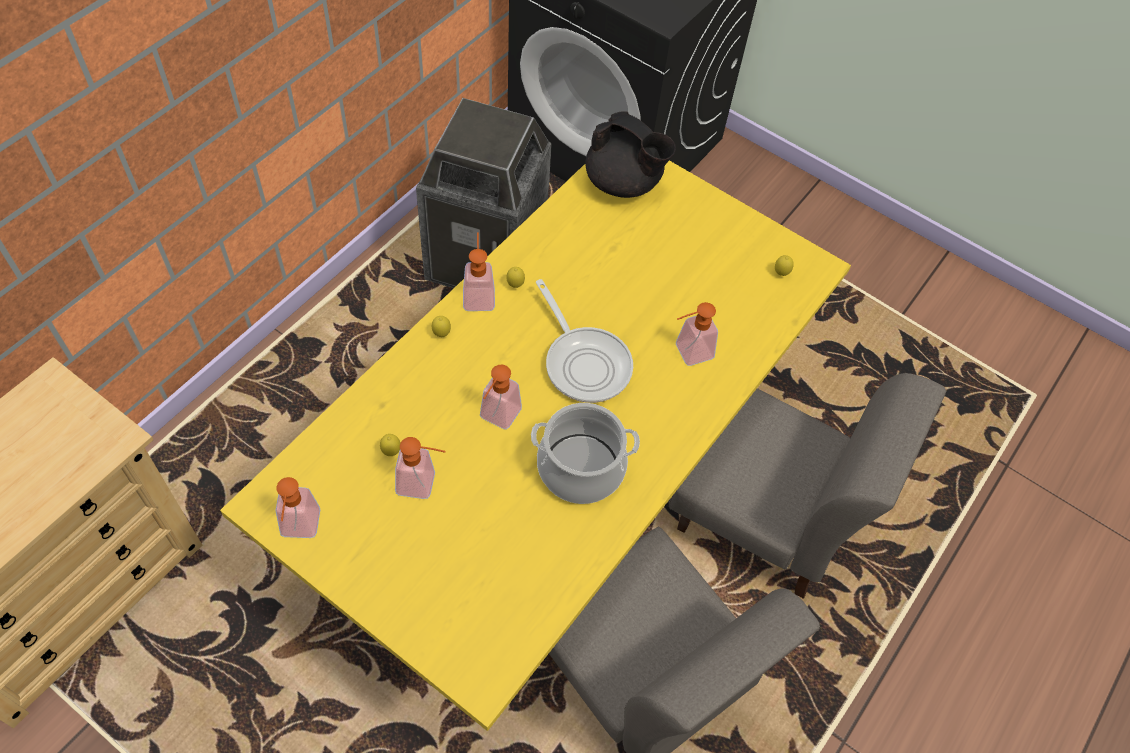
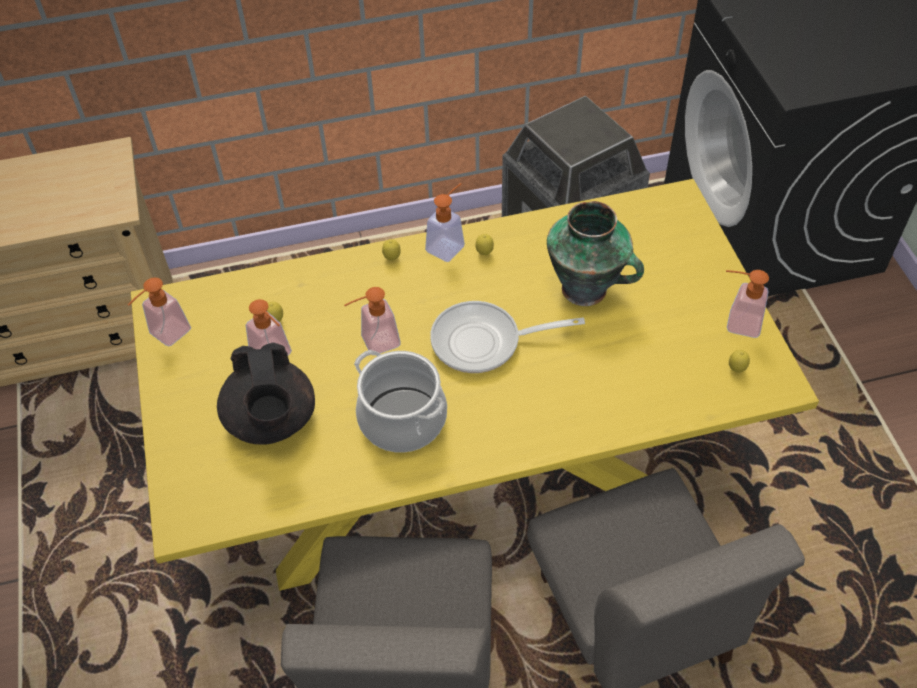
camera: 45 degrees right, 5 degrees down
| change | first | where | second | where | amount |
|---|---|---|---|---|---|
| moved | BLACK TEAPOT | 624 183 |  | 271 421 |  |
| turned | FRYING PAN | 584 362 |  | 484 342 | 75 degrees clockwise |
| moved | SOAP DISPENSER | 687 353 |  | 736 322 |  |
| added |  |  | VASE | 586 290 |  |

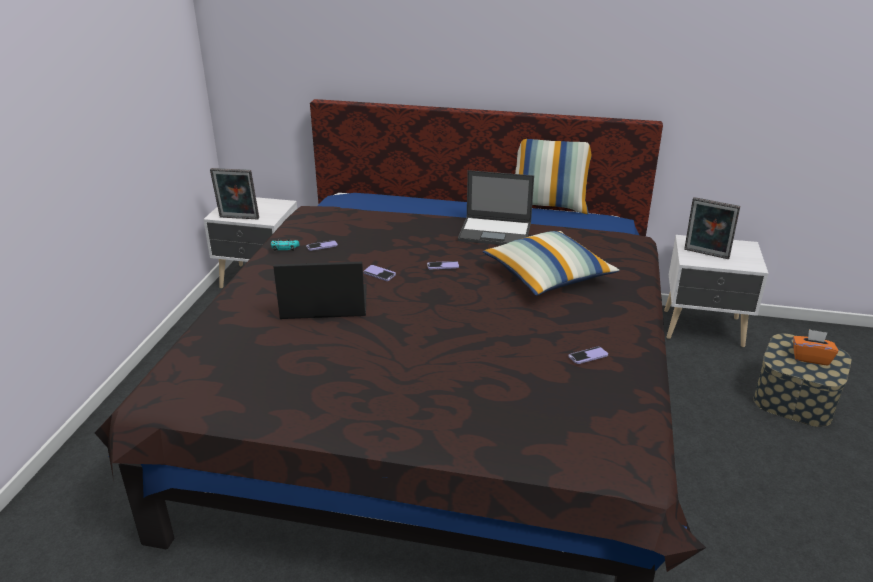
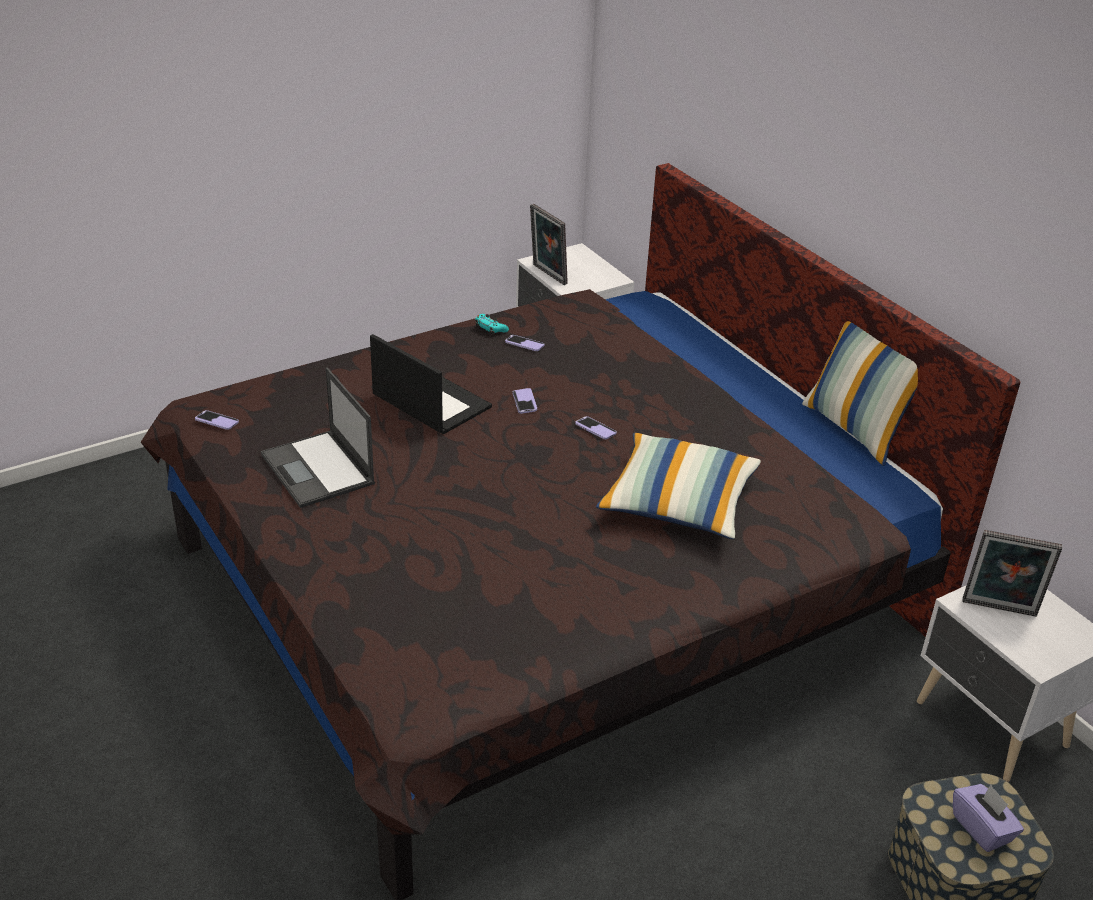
camera: 45 degrees right, 5 degrees up
| change | first | where | second | where | amount |
|---|---|---|---|---|---|
| moved | LAPTOP | 496 232 |  | 318 470 |  |
| turned | PICTURE FRAME | 706 254 |  | 999 610 | 60 degrees counterclockwise |
| recoloured | ORANGE TISSUE BOX | 810 358 | PURPLE TISSUE BOX | 982 829 |  |
| moved | PHONE | 588 356 |  | 217 421 |  |

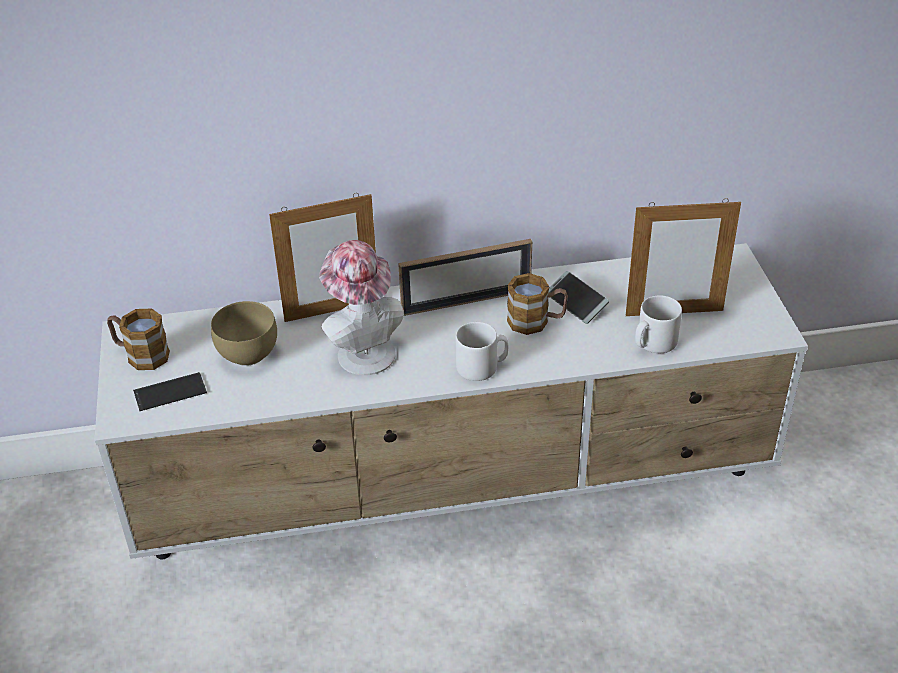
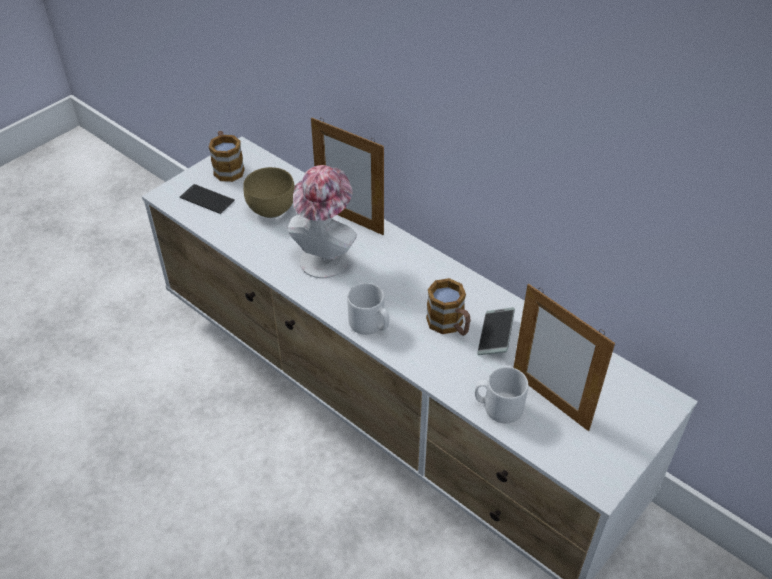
camera: 50 degrees right, 5 degrees up
| change | first | where | second | where | amount |
|---|---|---|---|---|---|
| removed | PICTURE FRAME | 466 301 |  |  |  |

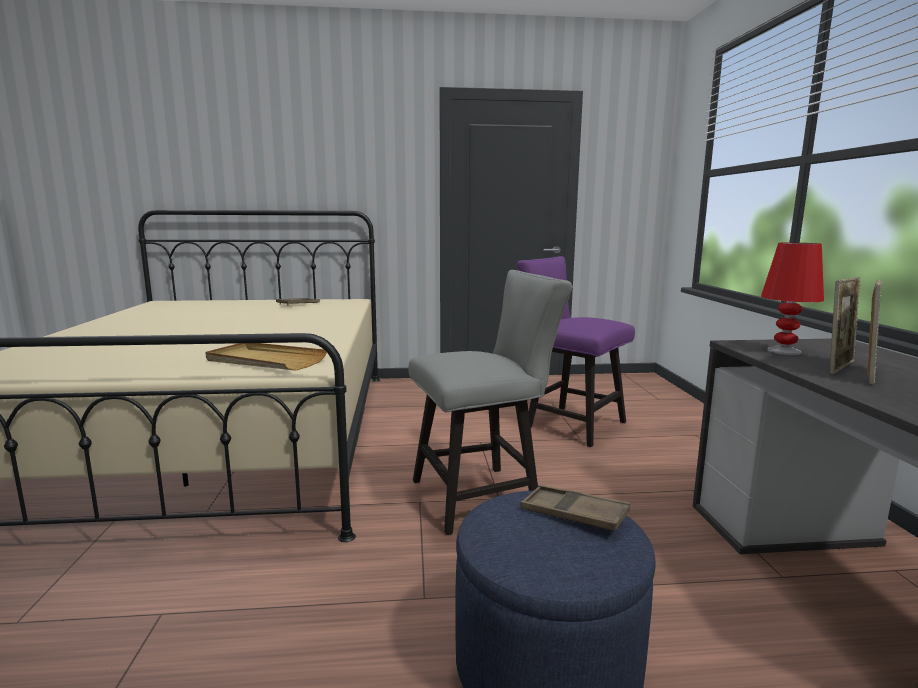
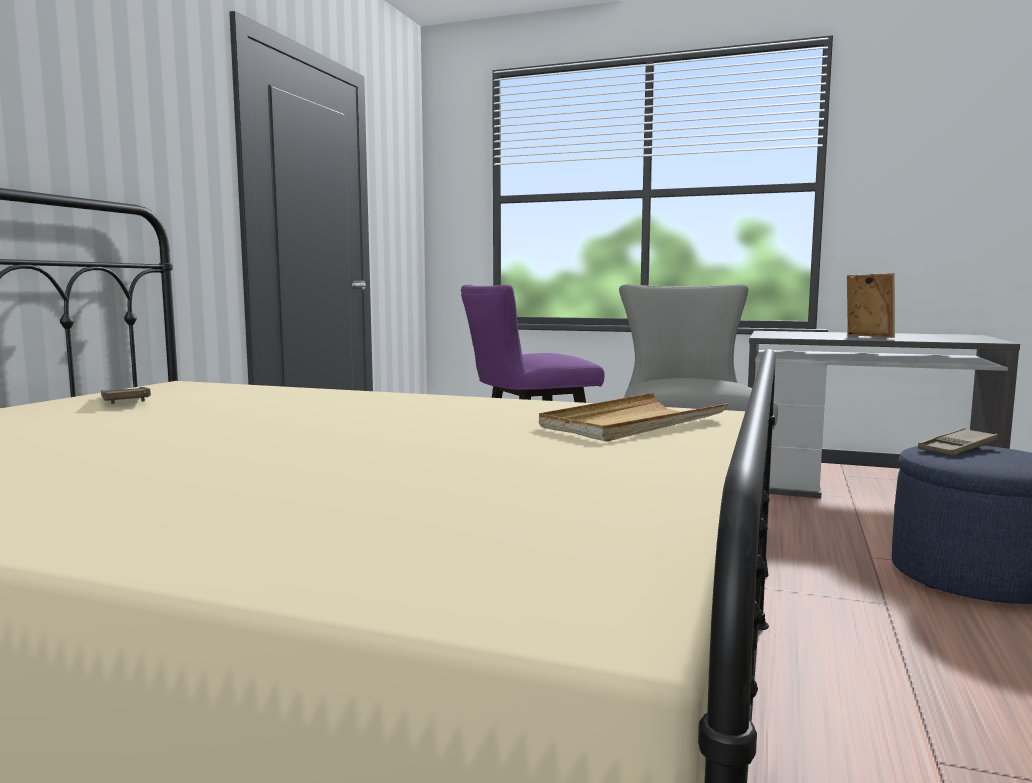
camera: 65 degrees left, 5 degrees down
| change | first | where | second | where | amount |
|---|---|---|---|---|---|
| removed | RED TABLE LAMP | 784 351 |  |  |  |
| removed | PICTURE FRAME | 838 367 |  |  |  |

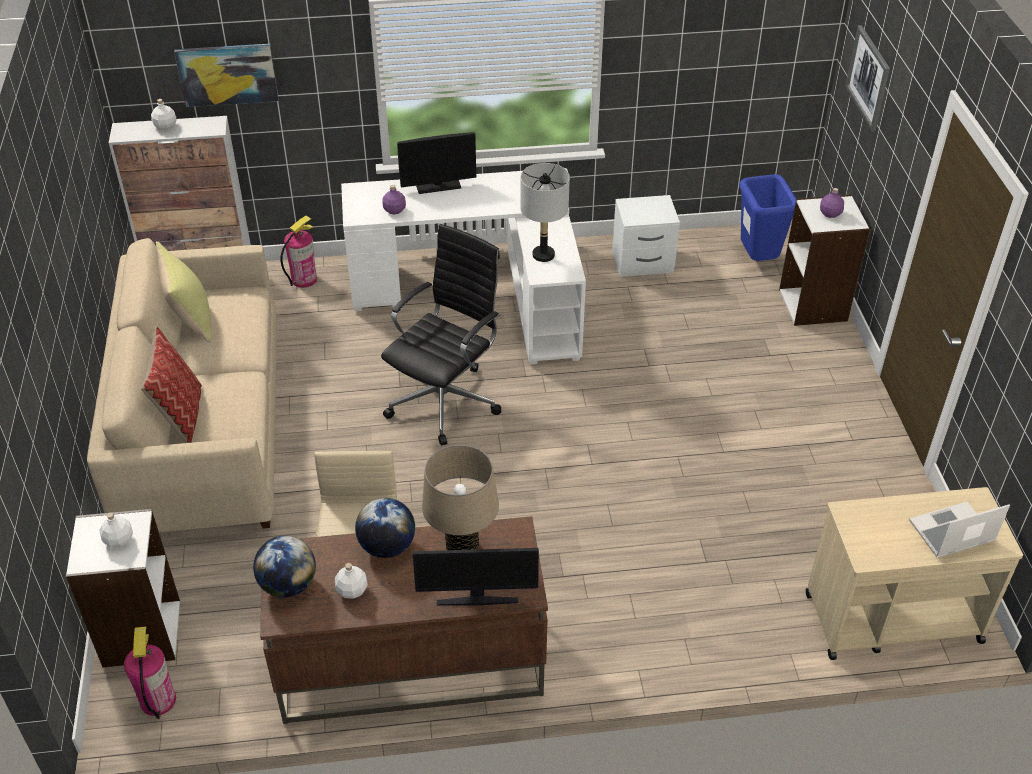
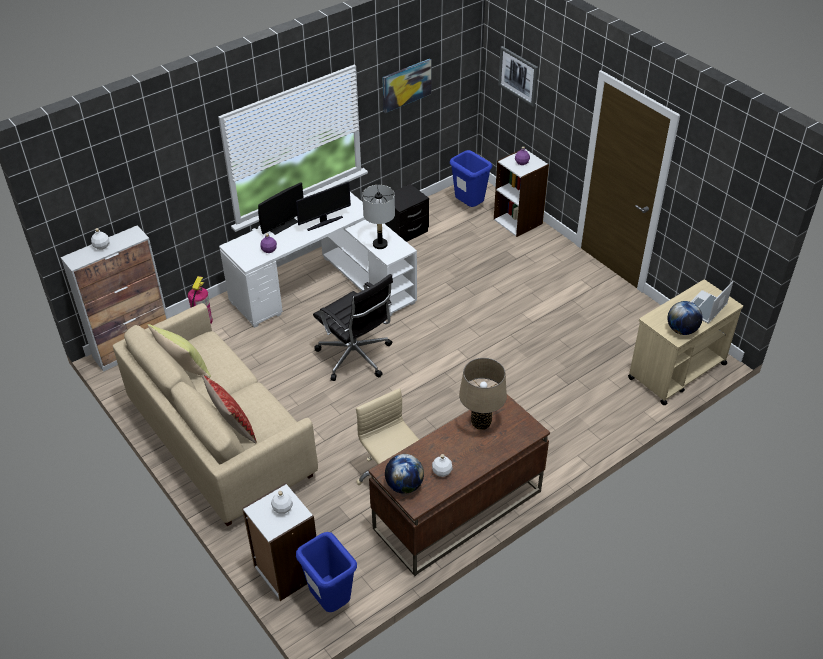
camera: 30 degrees left, 0 degrees up
| change | first | where | second | where | amount |
|---|---|---|---|---|---|
| moved | PICTURE | 227 74 |  | 406 85 |  |
| recoloured | WHITE NIGHTSTAND | 643 262 | BLACK NIGHTSTAND | 405 232 |  |
| turned | BLACK OFFICE CHAIR | 446 399 |  | 356 357 | 135 degrees clockwise |
| moved | GLOBE | 387 546 |  | 681 330 |  |
| moved | MONITOR | 477 599 |  | 324 223 |  |
| replaced | FIRE EXTINGUISHER | 157 700 | BLUE TRASH CAN | 330 601 |  |

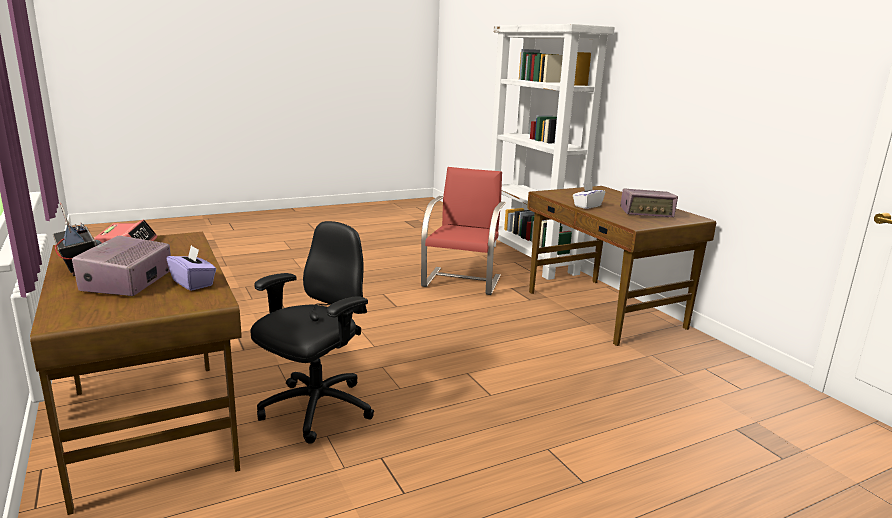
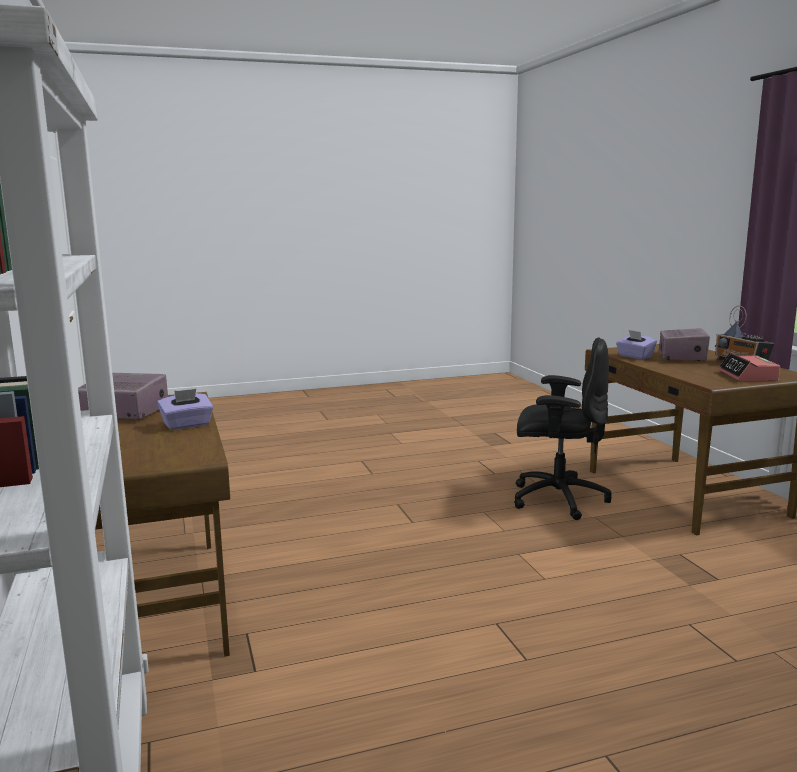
camera: 170 degrees left, 5 degrees down
| change | first | where | second | where | amount |
|---|---|---|---|---|---|
| removed | RED CHAIR | 462 280 |  |  |  |
| recoloured | WHITE TISSUE BOX | 587 206 | PURPLE TISSUE BOX | 187 425 |  |
| turned | BLACK OFFICE CHAIR | 315 409 |  | 557 499 | 120 degrees counterclockwise |

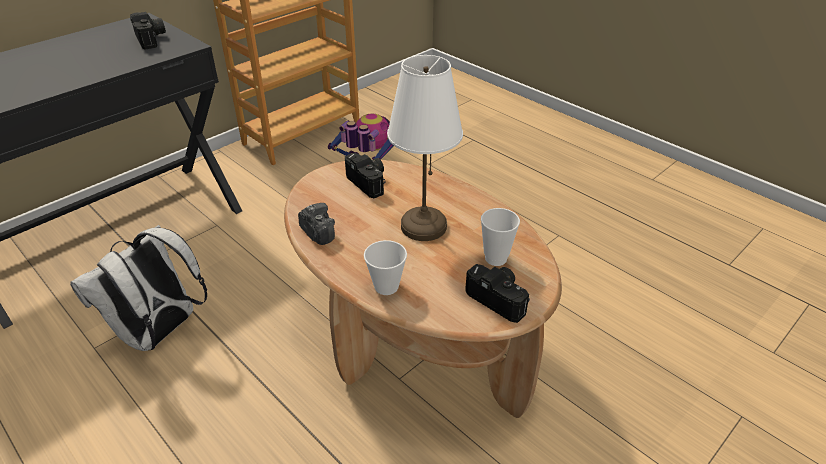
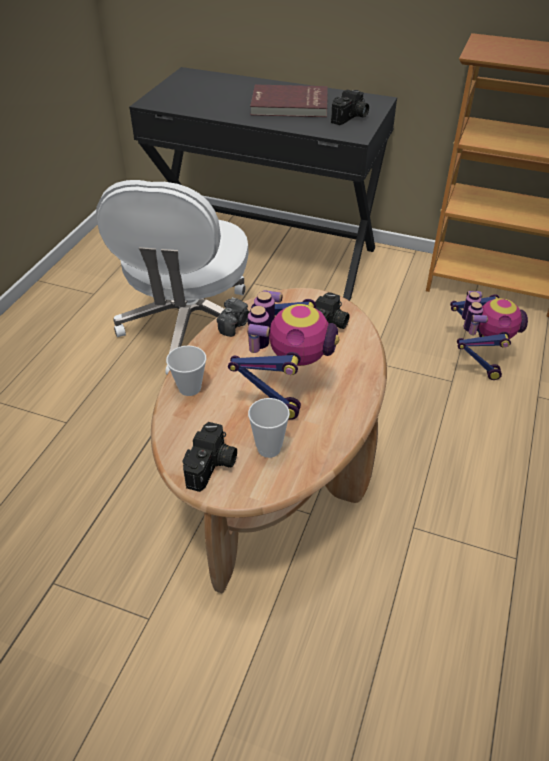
camera: 65 degrees right, 5 degrees up
| change | first | where | second | where | amount |
|---|---|---|---|---|---|
| replaced | WHITE TABLE LAMP | 422 226 | TOY ROBOT | 285 383 |  |
| replaced | WHITE BACKPACK | 160 333 | WHITE OFFICE CHAIR | 190 328 |  |
| added |  |  | RED BOOK | 289 105 |  |

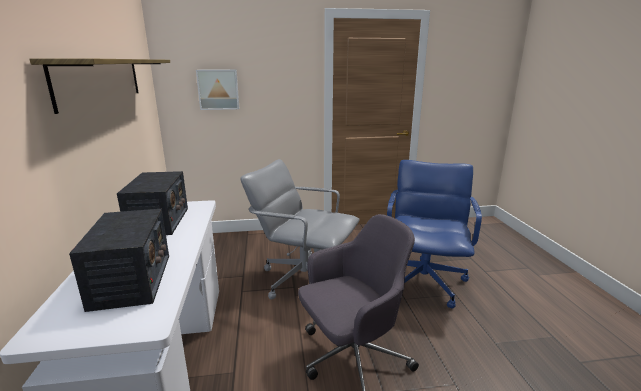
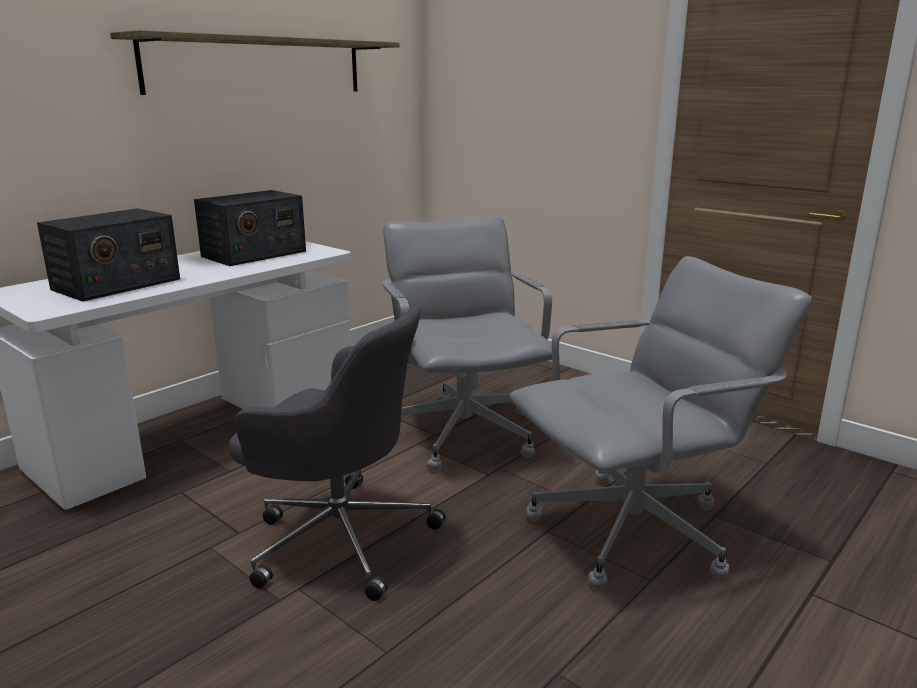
camera: 50 degrees right, 0 degrees up
| change | first | where | second | where | amount |
|---|---|---|---|---|---|
| removed | PICTURE | 218 89 |  |  |  |
| recoloured | BLUE OFFICE CHAIR | 423 281 | GREY OFFICE CHAIR | 634 532 |  |

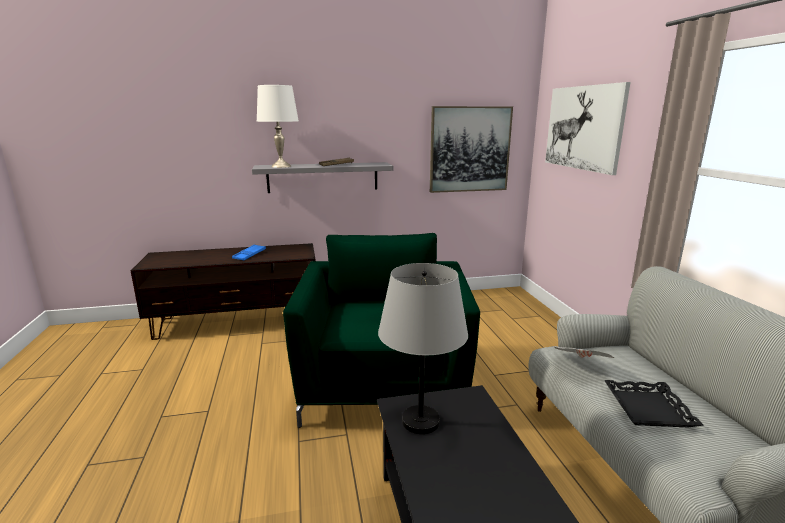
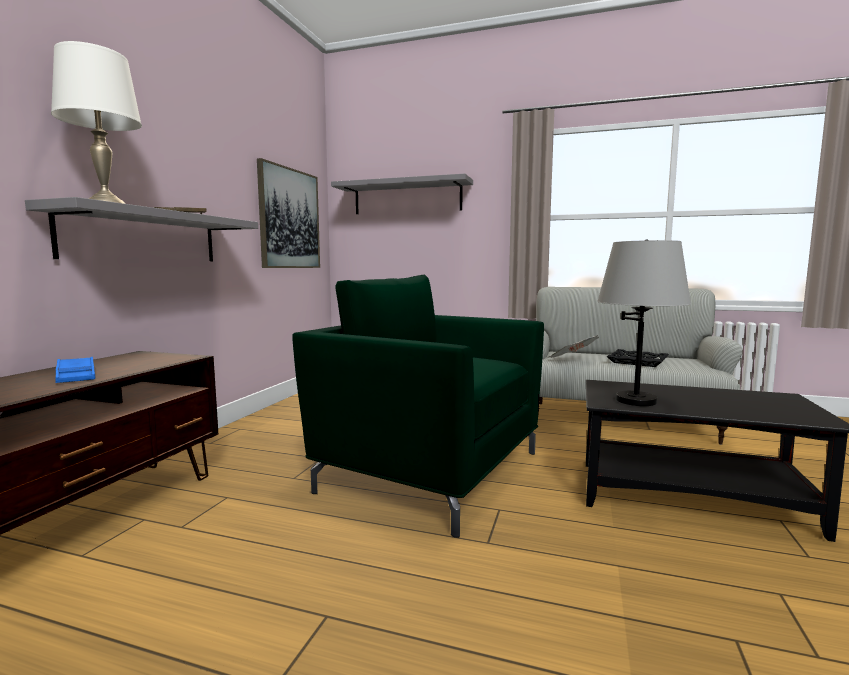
camera: 60 degrees left, 10 degrees down
| change | first | where | second | where | amount |
|---|---|---|---|---|---|
| replaced | PICTURE | 583 128 | GREY SHELF | 407 198 |  |

